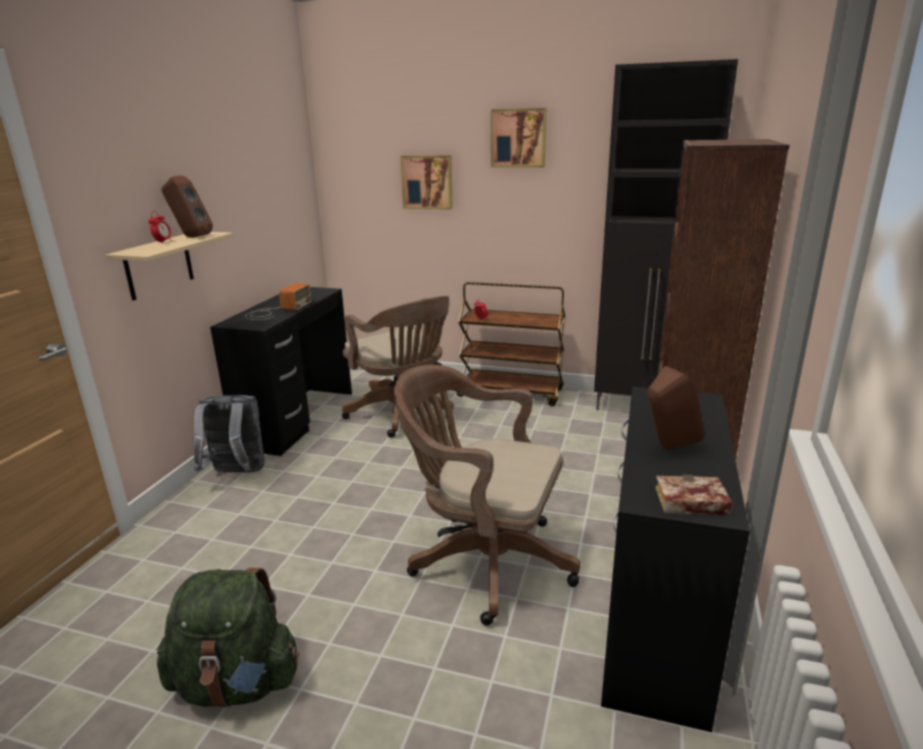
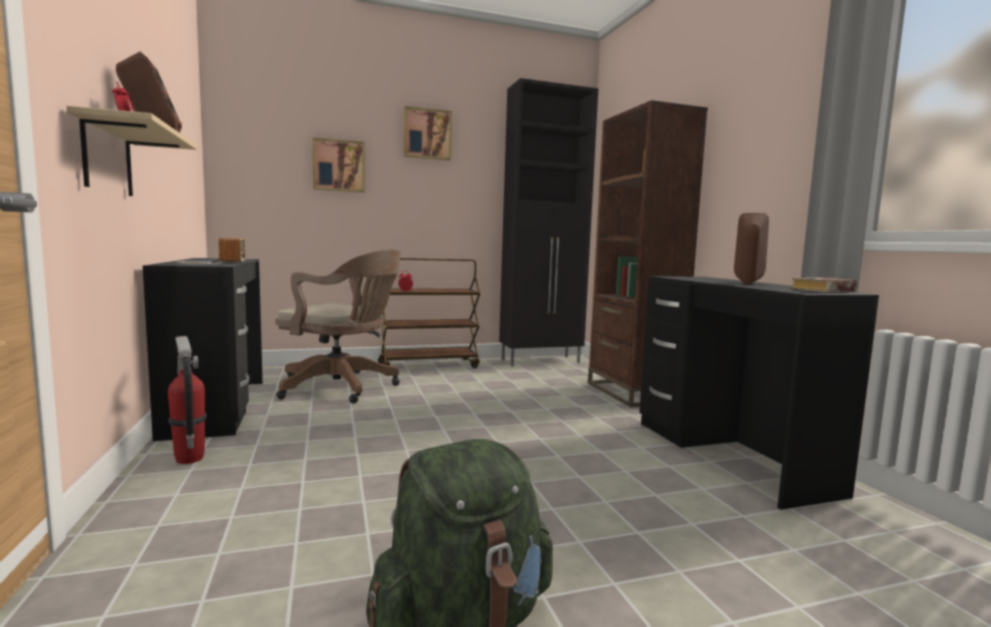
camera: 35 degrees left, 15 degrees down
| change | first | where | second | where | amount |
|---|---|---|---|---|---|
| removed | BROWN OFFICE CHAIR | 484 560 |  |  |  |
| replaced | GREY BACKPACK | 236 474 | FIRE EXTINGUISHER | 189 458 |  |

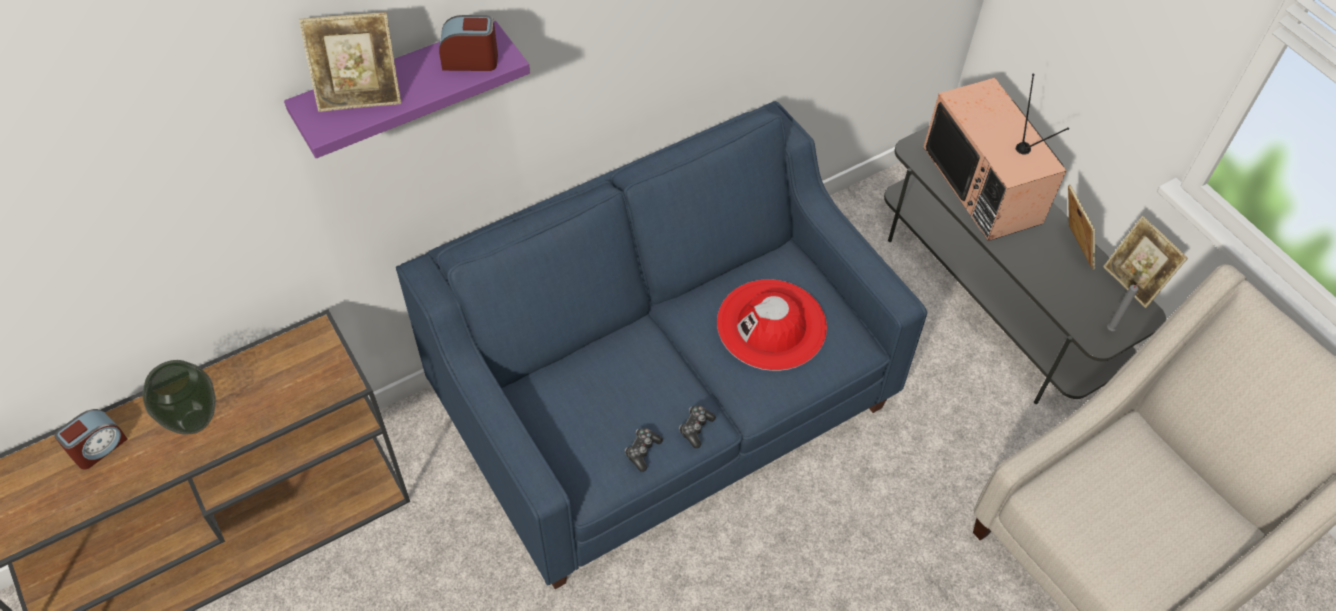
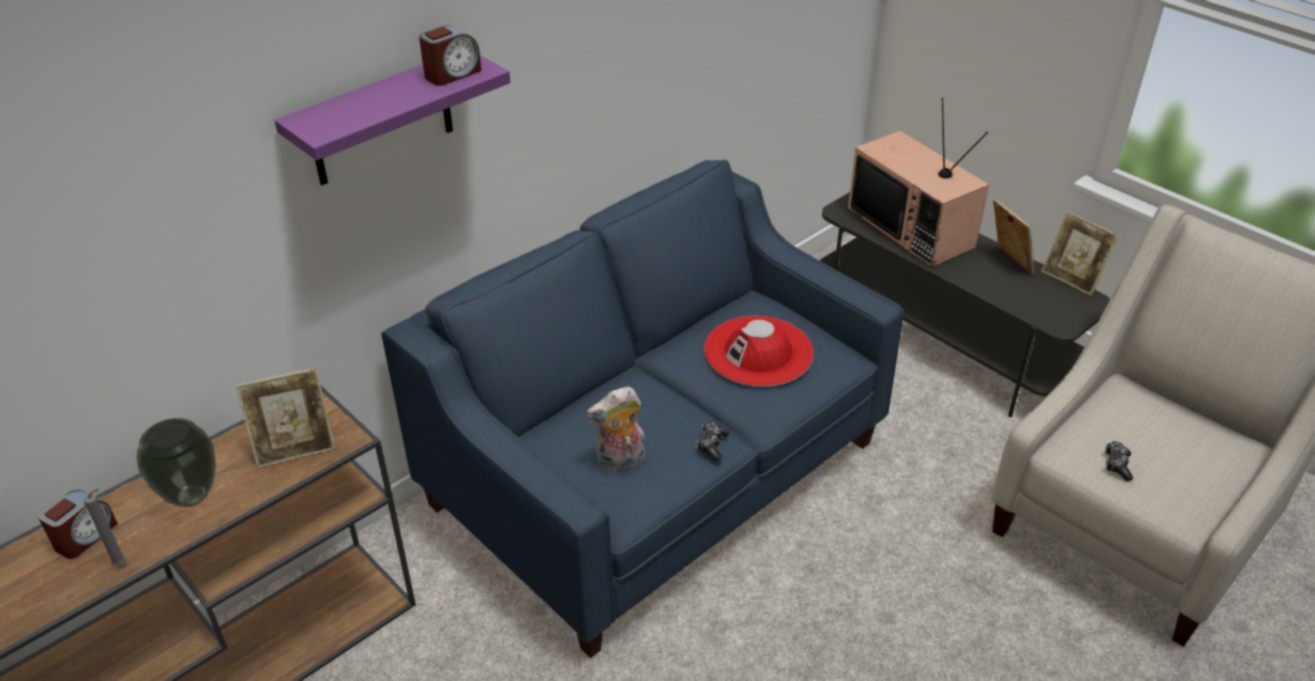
camera: 10 degrees left, 15 degrees down
| change | first | where | second | where | amount |
|---|---|---|---|---|---|
| moved | PICTURE FRAME | 360 97 |  | 295 449 |  |
| turned | ALARM CLOCK | 470 60 |  | 452 74 | 150 degrees clockwise |
| moved | GREY CANDLE | 1112 329 |  | 122 564 |  |
| moved | GAME CONTROLLER | 642 451 |  | 1117 465 |  |
| added |  |  | PLUSH TOY | 620 461 |  |

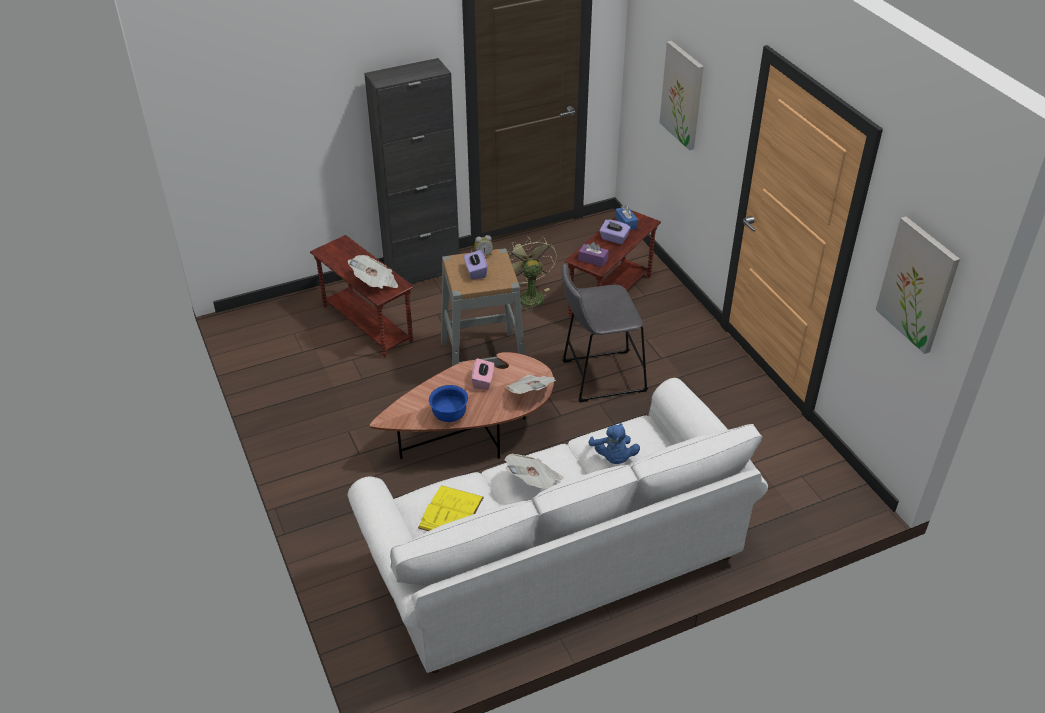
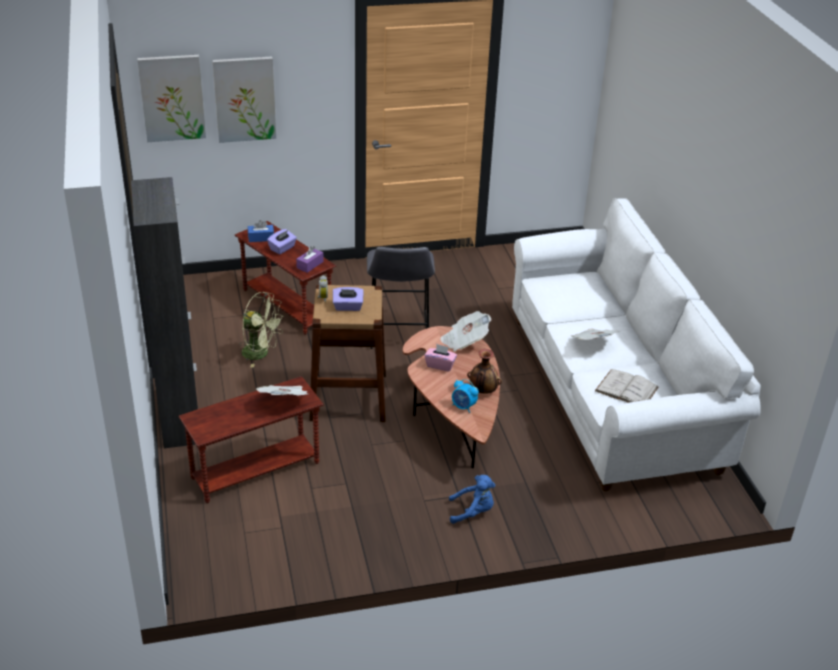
camera: 80 degrees left, 5 degrees down
| change | first | where | second | where | amount |
|---|---|---|---|---|---|
| moved | PICTURE | 918 284 |  | 172 98 |  |
| turned | GREEN FAN | 528 295 |  | 261 353 | 150 degrees counterclockwise |
| recoloured | GREY STOOL | 483 359 | BROWN STOOL | 348 396 |  |
| replaced | BLUE BOWL | 449 416 | VASE | 483 391 |  |
| moved | BLUE PLUSH TOY | 613 458 |  | 473 512 |  |
| recoloured | YELLOW BOOK | 451 512 | WHITE BOOK | 626 389 |  |
| added |  |  | ALARM CLOCK | 463 407 |  |

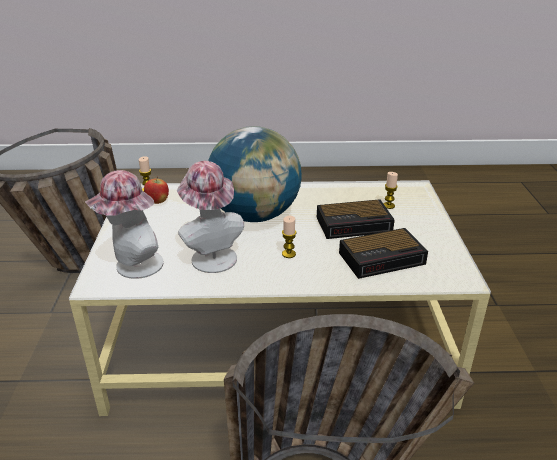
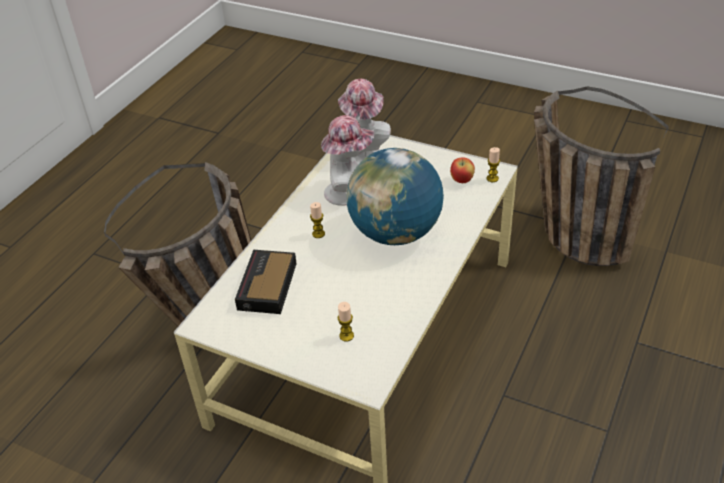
camera: 120 degrees right, 10 degrees up
| change | first | where | second | where | amount |
|---|---|---|---|---|---|
| removed | ALARM CLOCK | 355 224 |  |  |  |

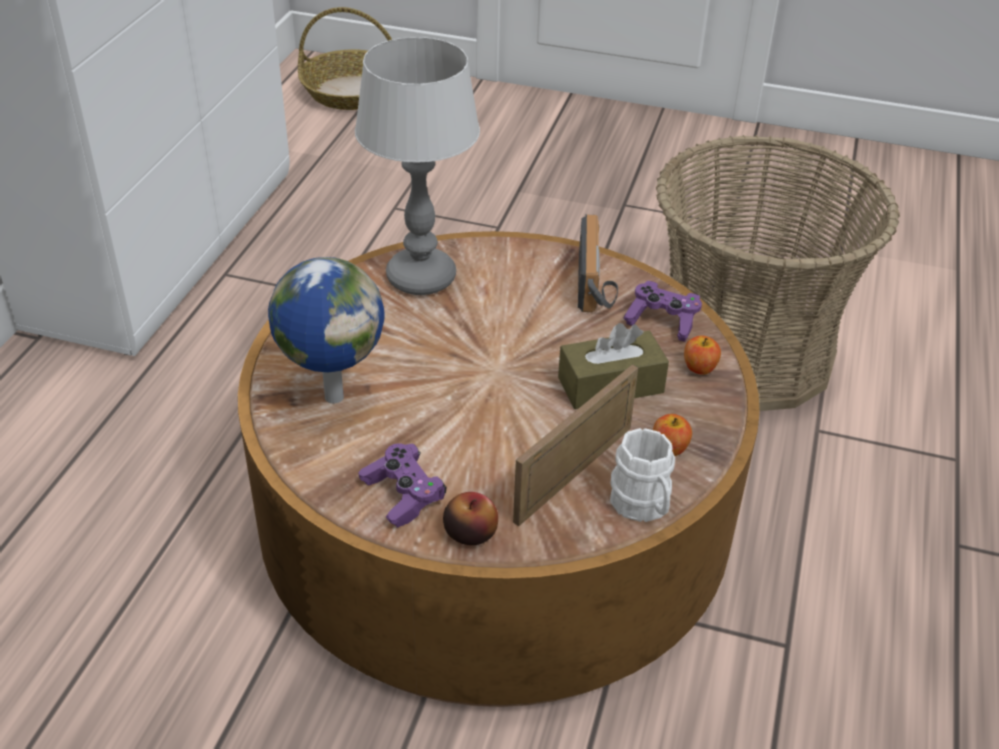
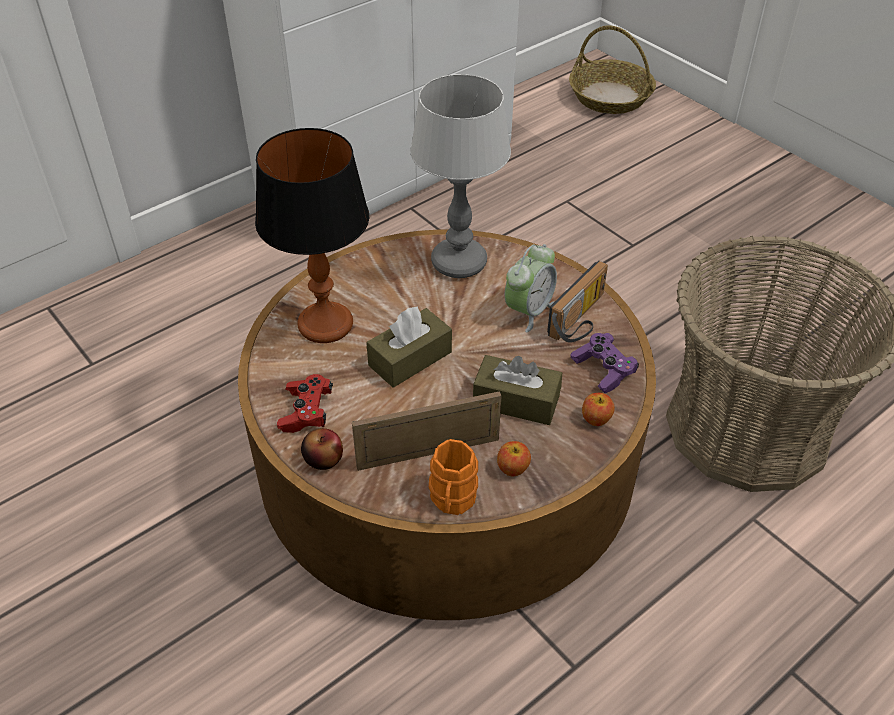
camera: 35 degrees right, 5 degrees up
| change | first | where | second | where | amount |
|---|---|---|---|---|---|
| replaced | GLOBE | 333 396 | TABLE LAMP | 325 324 |  |
| recoloured | WHITE MUG | 643 507 | ORANGE MUG | 452 501 |  |
| recoloured | PURPLE GAME CONTROLLER | 403 494 | RED GAME CONTROLLER | 306 412 |  |
| added |  |  | ALARM CLOCK | 528 311 |  |
| added |  |  | BROWN TISSUE BOX | 410 358 |  |

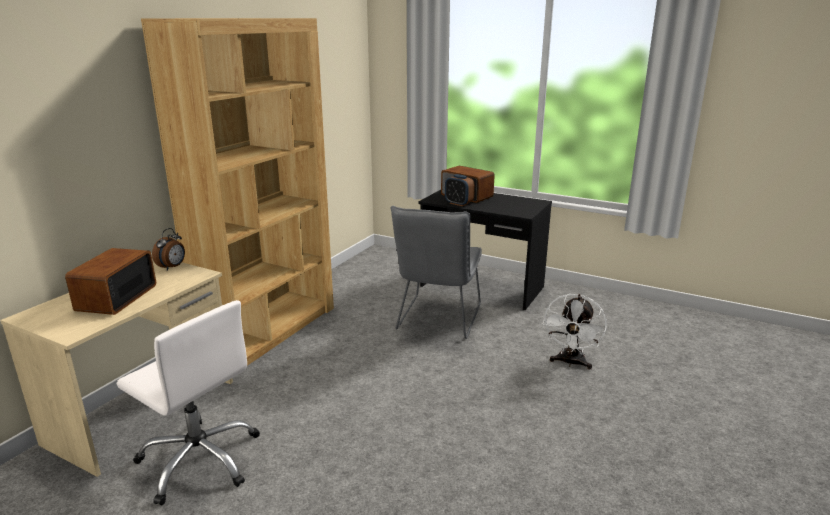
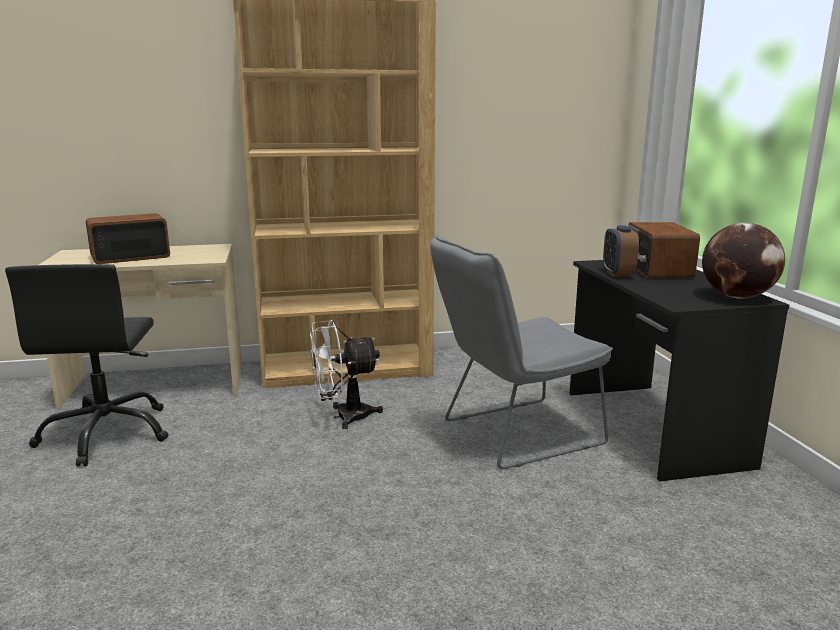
camera: 50 degrees right, 5 degrees down
| change | first | where | second | where | amount |
|---|---|---|---|---|---|
| removed | ALARM CLOCK | 172 267 |  |  |  |
| moved | WHITE FAN | 570 363 |  | 344 417 |  |
| recoloured | WHITE OFFICE CHAIR | 200 459 | BLACK OFFICE CHAIR | 107 434 |  |
| added |  |  | GLOBE | 737 297 |  |

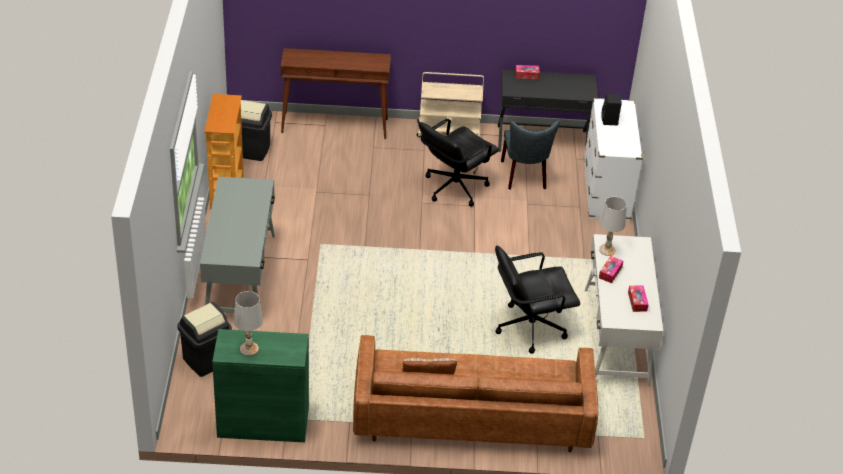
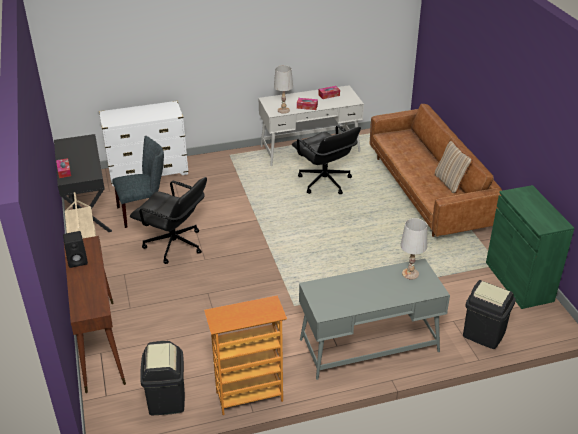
camera: 105 degrees left, 5 degrees down
| change | first | where | second | where | amount |
|---|---|---|---|---|---|
| moved | BLACK SPEAKER | 610 121 |  | 78 261 |  |
| moved | WHITE TABLE LAMP | 249 349 |  | 410 274 |  |

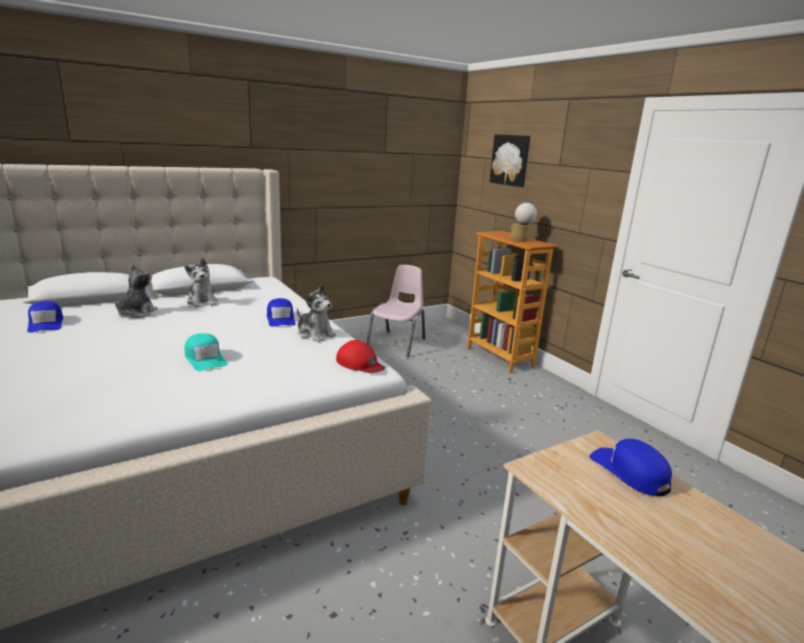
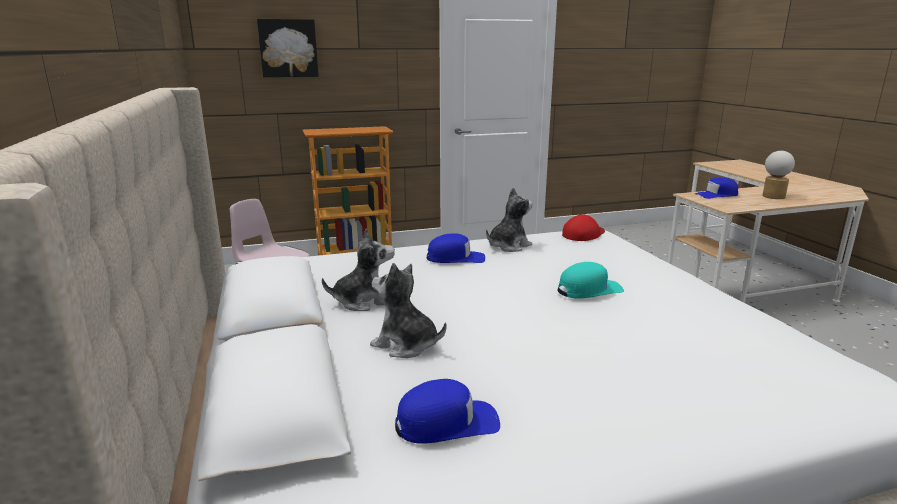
camera: 75 degrees left, 0 degrees up
| change | first | where | second | where | amount |
|---|---|---|---|---|---|
| moved | TABLE LAMP | 521 240 |  | 773 196 |  |

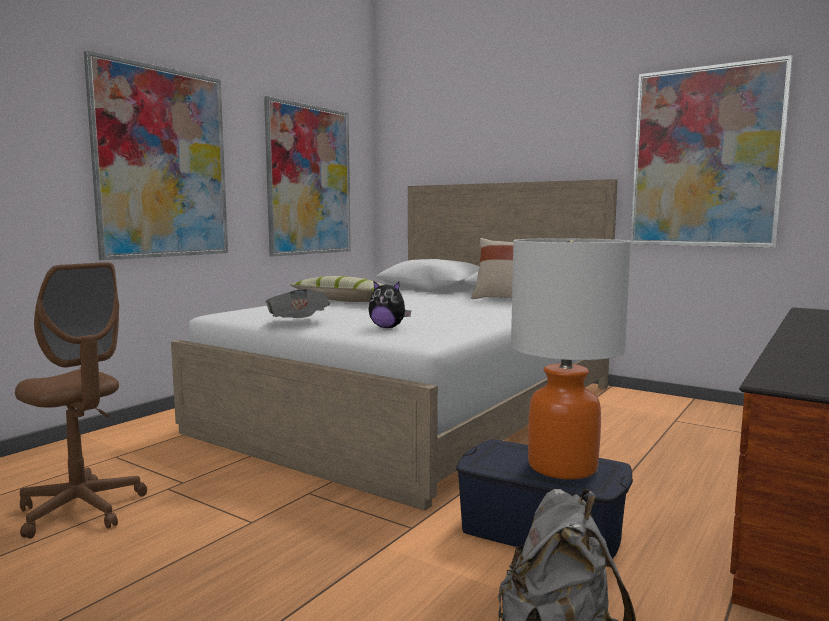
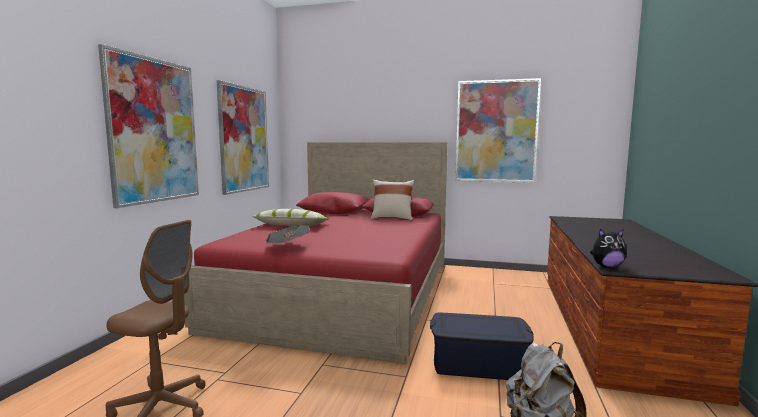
camera: 20 degrees left, 0 degrees up
| change | first | where | second | where | amount |
|---|---|---|---|---|---|
| recoloured | WHITE BED | 418 407 | RED BED | 344 292 |  |
| removed | TABLE LAMP | 562 467 |  |  |  |
| moved | PLUSH TOY | 388 327 |  | 606 266 |  |

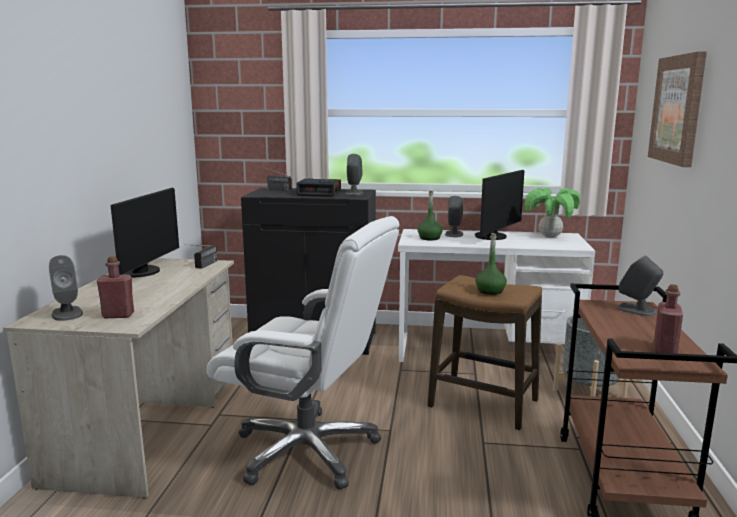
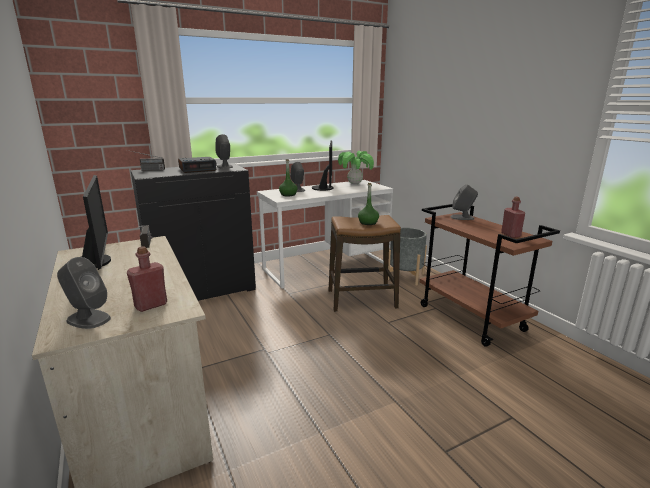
camera: 35 degrees left, 5 degrees up
| change | first | where | second | where | amount |
|---|---|---|---|---|---|
| removed | PICTURE | 678 109 |  |  |  |
| removed | WHITE OFFICE CHAIR | 308 450 |  |  |  |

